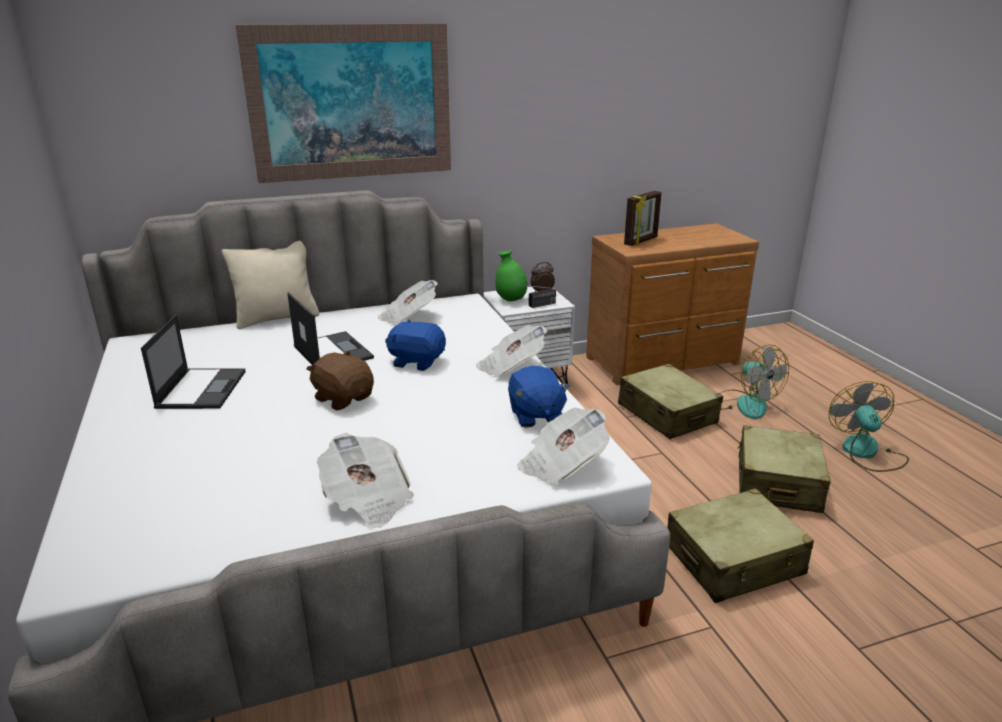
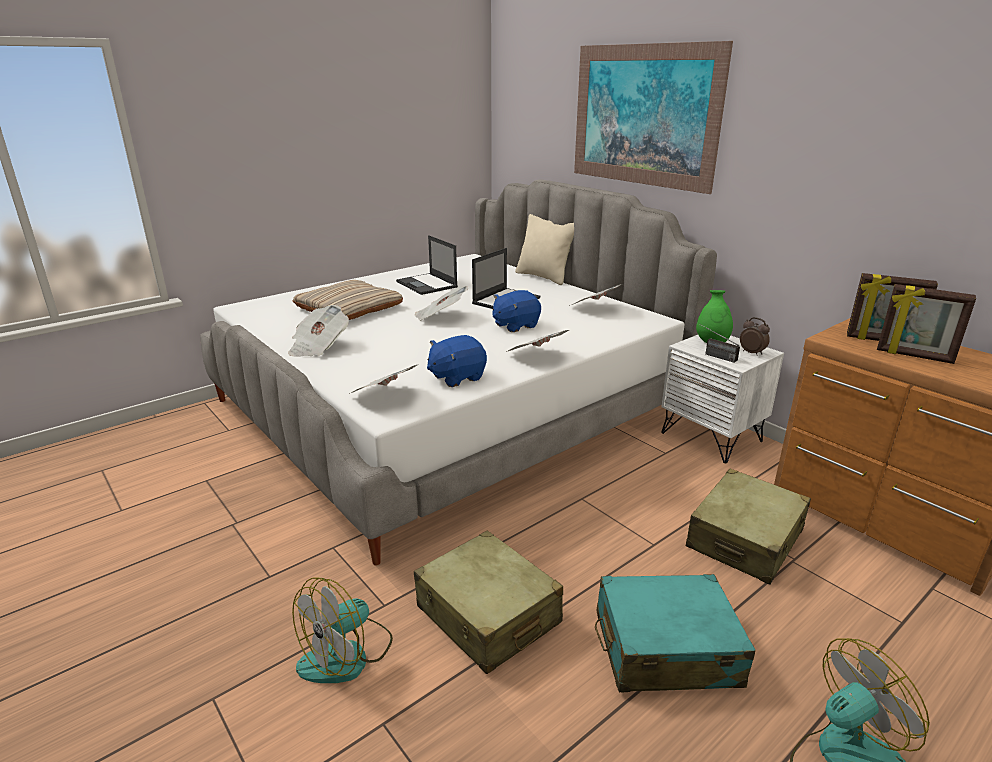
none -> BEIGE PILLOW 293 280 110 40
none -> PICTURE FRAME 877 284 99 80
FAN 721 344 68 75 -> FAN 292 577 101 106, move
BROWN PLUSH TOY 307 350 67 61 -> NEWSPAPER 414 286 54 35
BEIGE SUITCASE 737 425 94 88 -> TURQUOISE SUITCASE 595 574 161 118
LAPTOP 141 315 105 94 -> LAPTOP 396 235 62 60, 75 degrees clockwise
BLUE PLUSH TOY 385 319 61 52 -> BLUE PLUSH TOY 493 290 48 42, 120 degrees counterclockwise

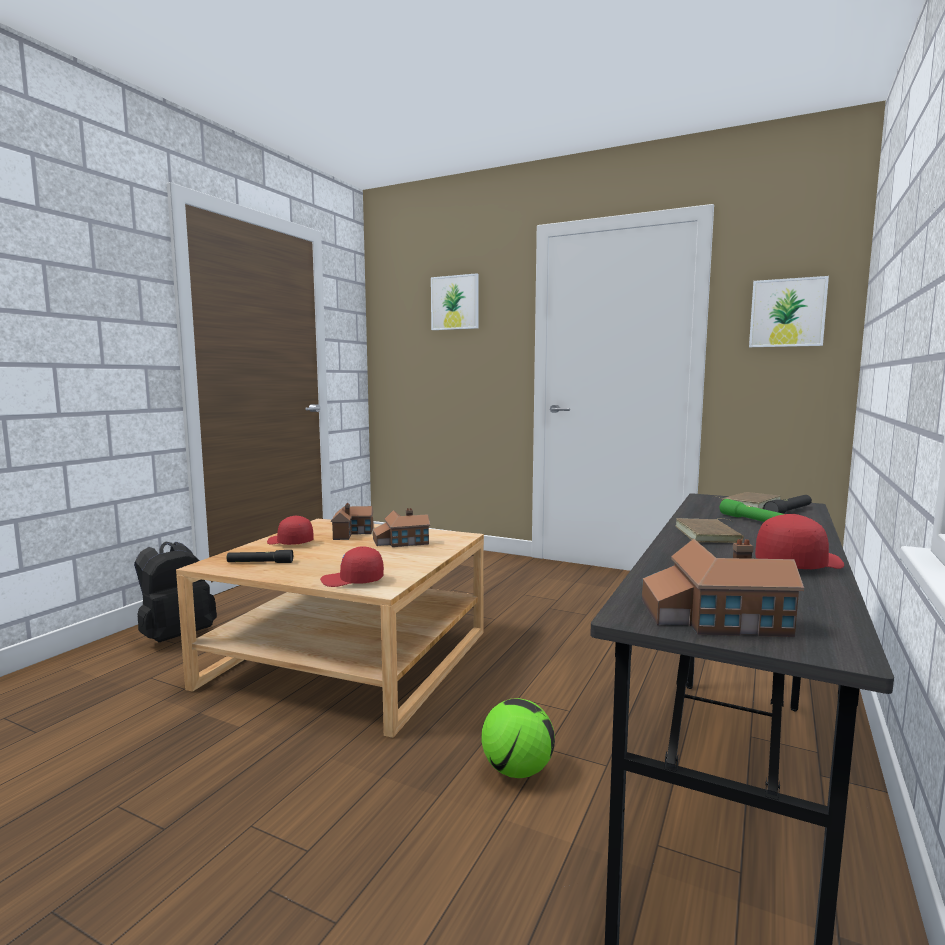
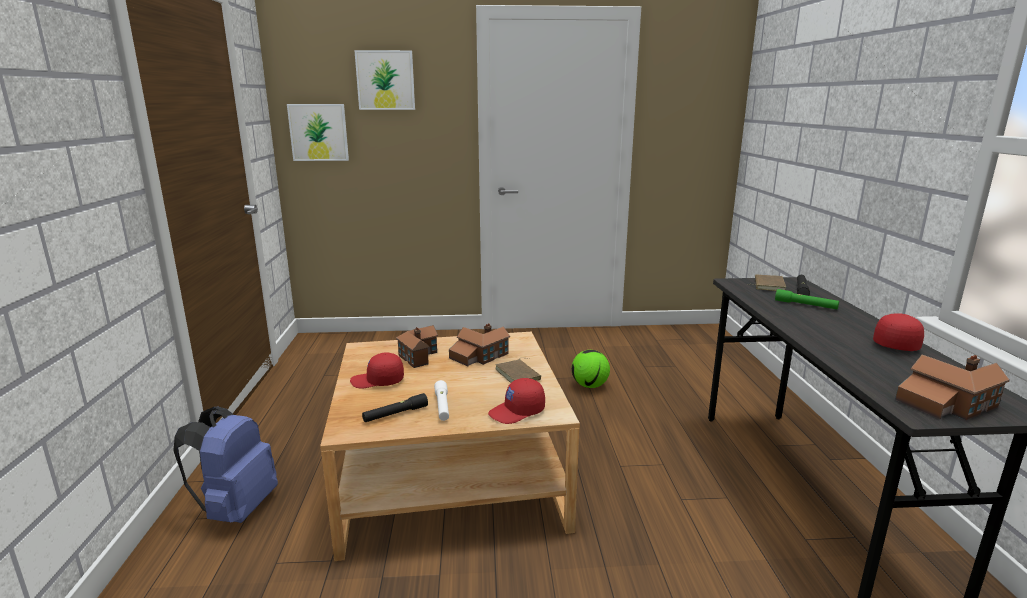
none -> WHITE FLASHLIGHT 434 380 15 41
FOOTBALL 481 698 74 80 -> FOOTBALL 572 350 38 38, move
BROWN BOOK 676 518 68 25 -> BROWN BOOK 495 358 46 25, move
PICTURE 749 276 80 71 -> PICTURE 287 104 62 57, move
BLACK BACKPACK 134 542 83 100 -> BLUE BACKPACK 173 407 105 116

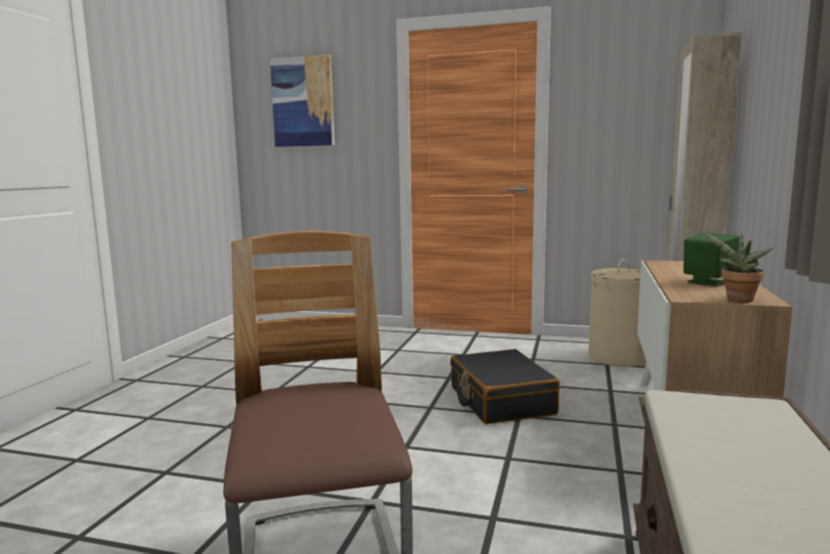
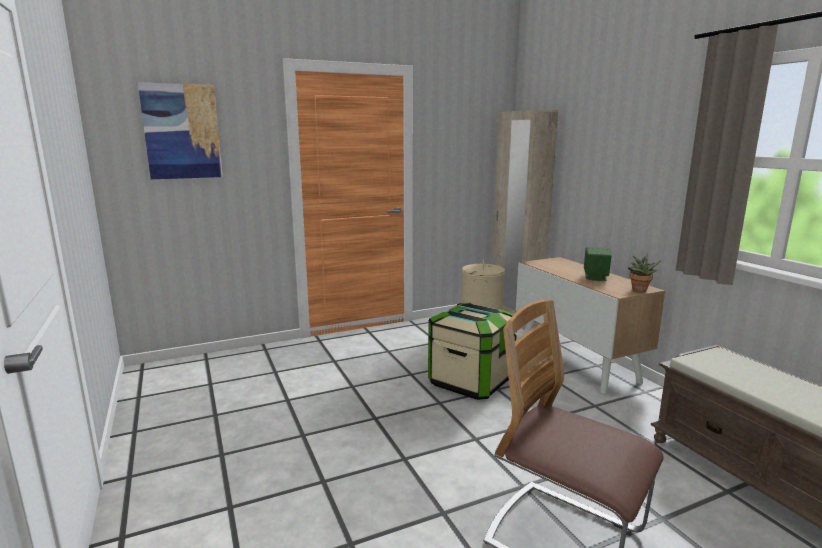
BLACK SUITCASE 450 349 110 75 -> STORAGE BOX 428 303 89 97

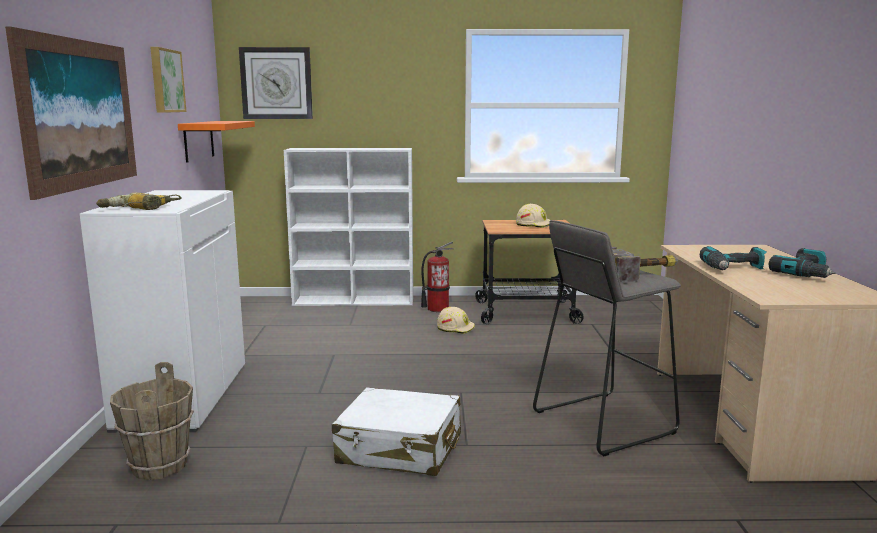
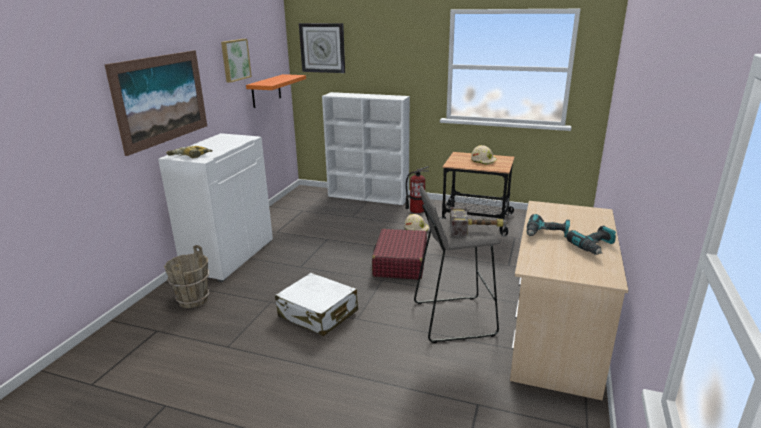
none -> RED SUITCASE 372 229 55 50

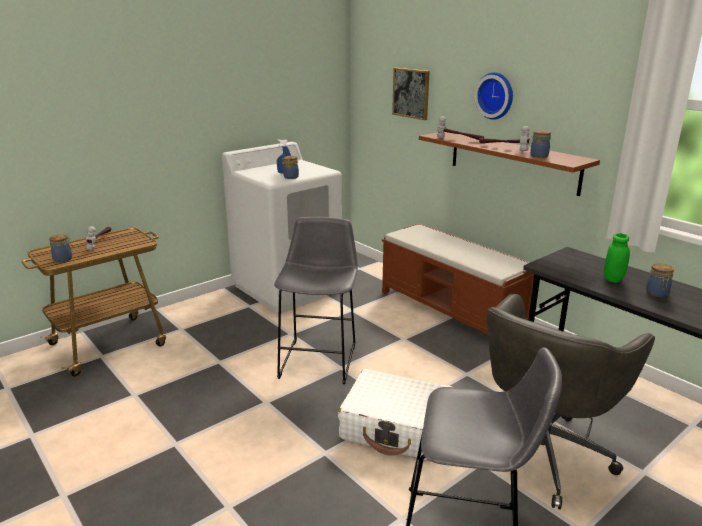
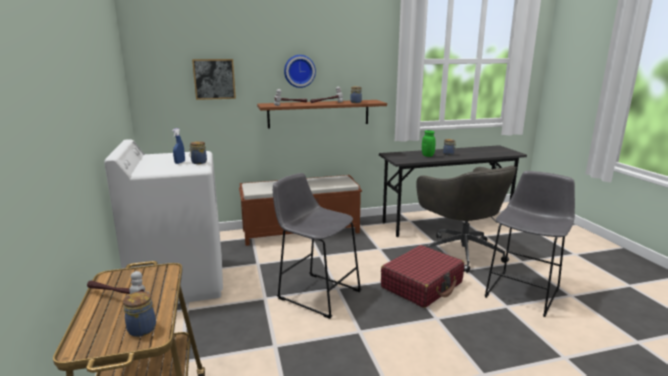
WHITE SUITCASE 338 369 114 93 -> RED SUITCASE 381 245 83 63

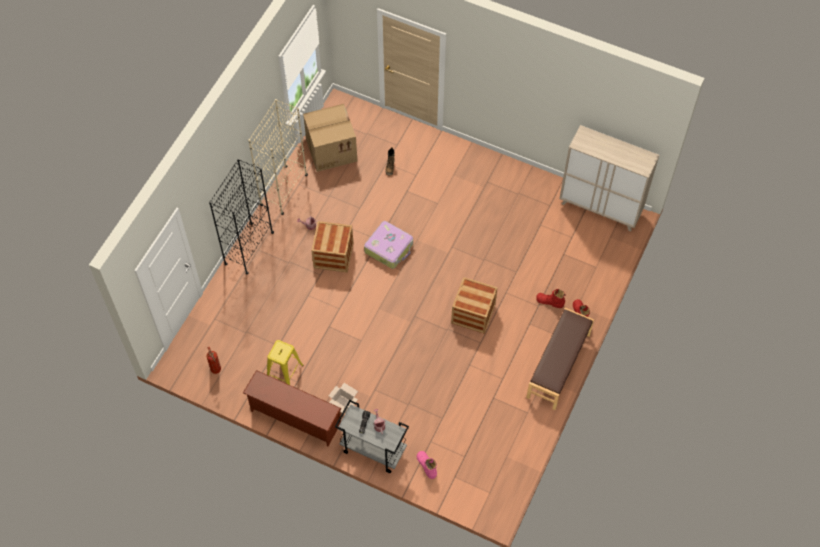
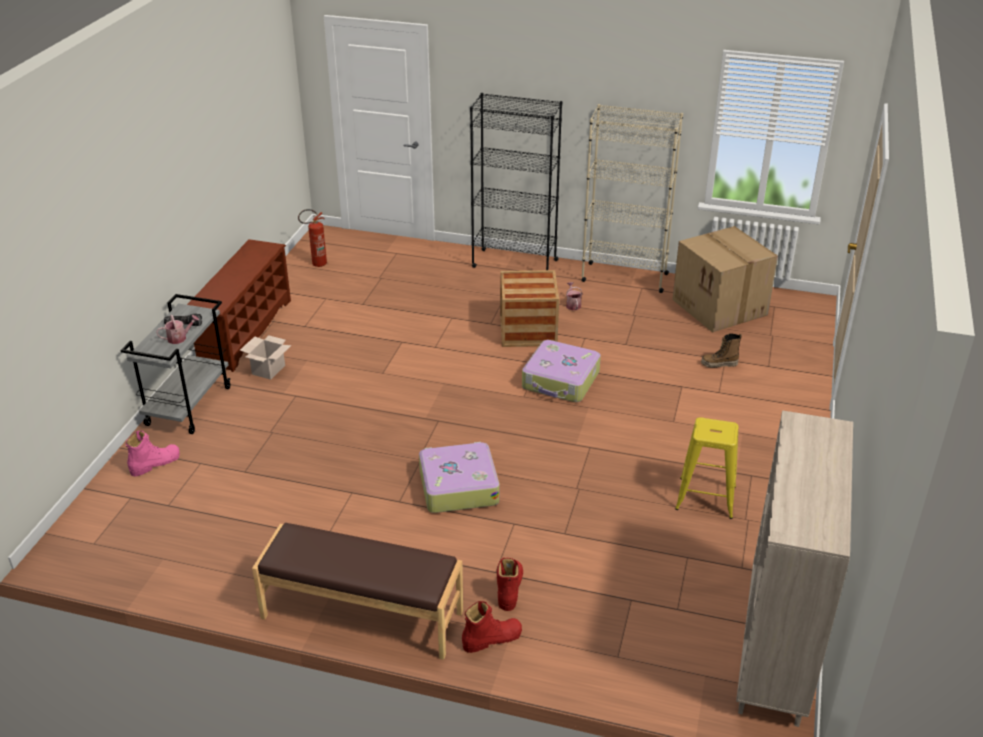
YELLOW STOOL 267 340 37 45 -> YELLOW STOOL 675 417 64 102, move
CRATE 451 277 47 57 -> SUITCASE 419 442 80 71

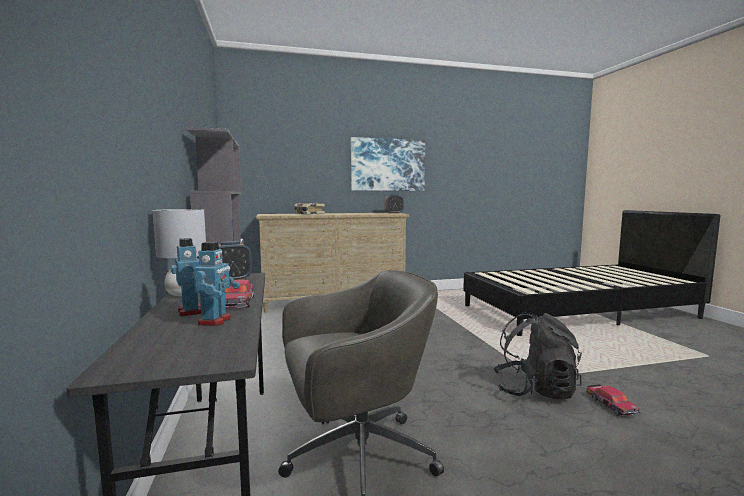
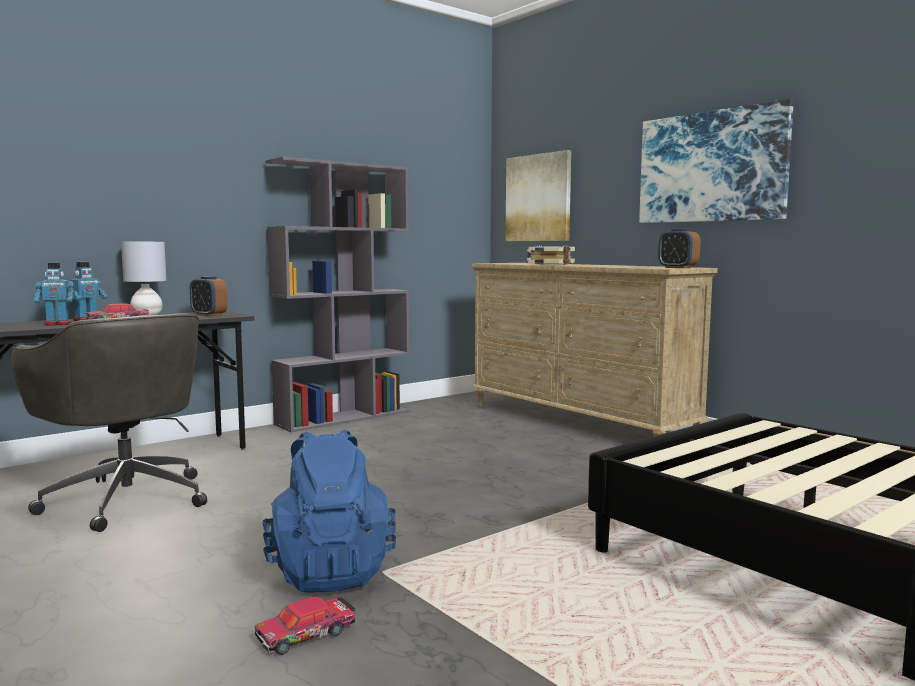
none -> PICTURE 505 150 66 91
BLACK BACKPACK 493 312 89 87 -> BLUE BACKPACK 262 429 134 164

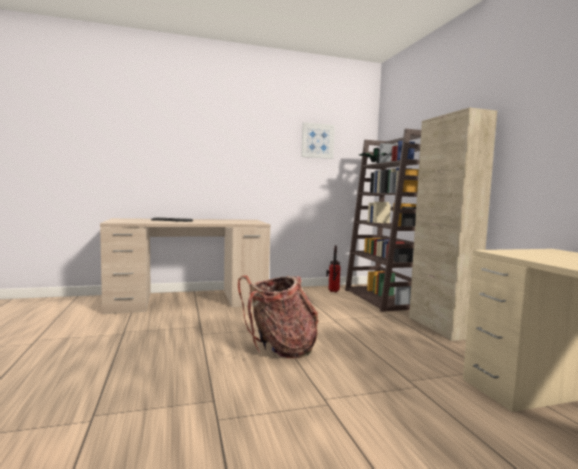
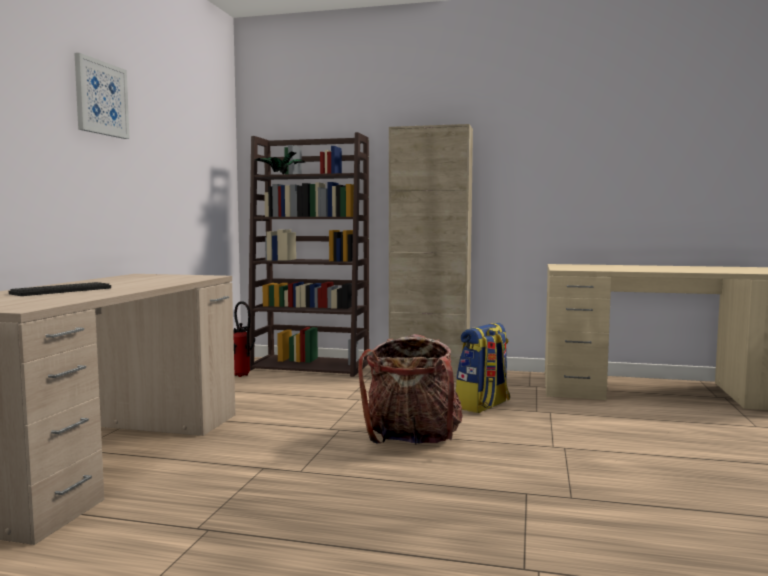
none -> BACKPACK 456 323 54 90
PICTURE 301 122 34 37 -> PICTURE 74 53 56 86, move

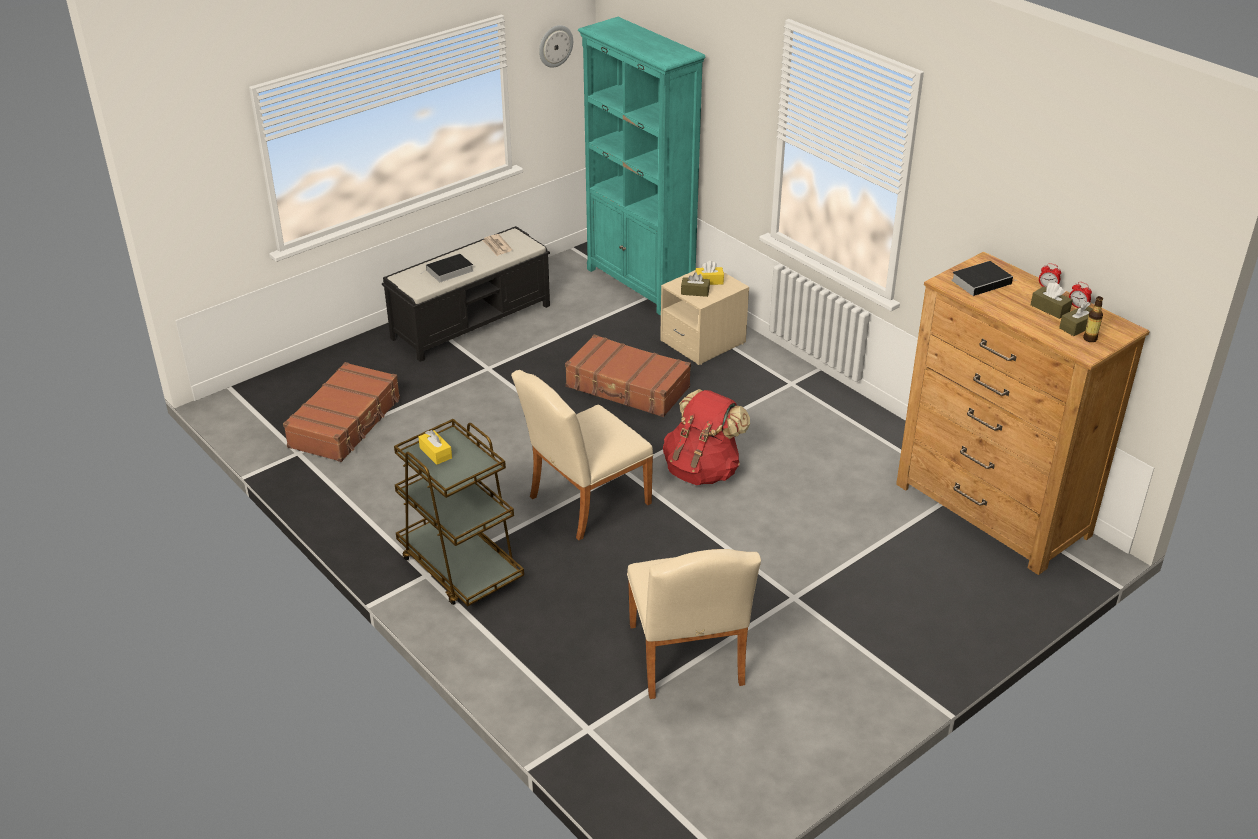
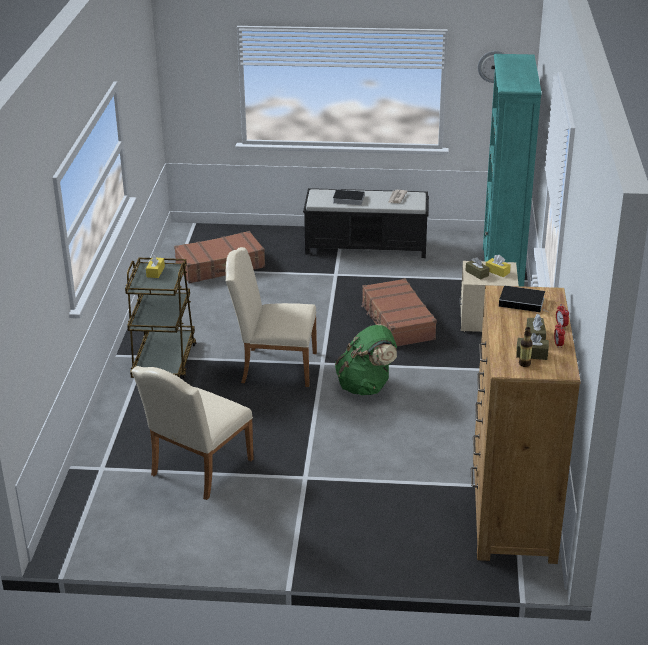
RED BACKPACK 663 389 87 96 -> GREEN BACKPACK 335 324 62 71

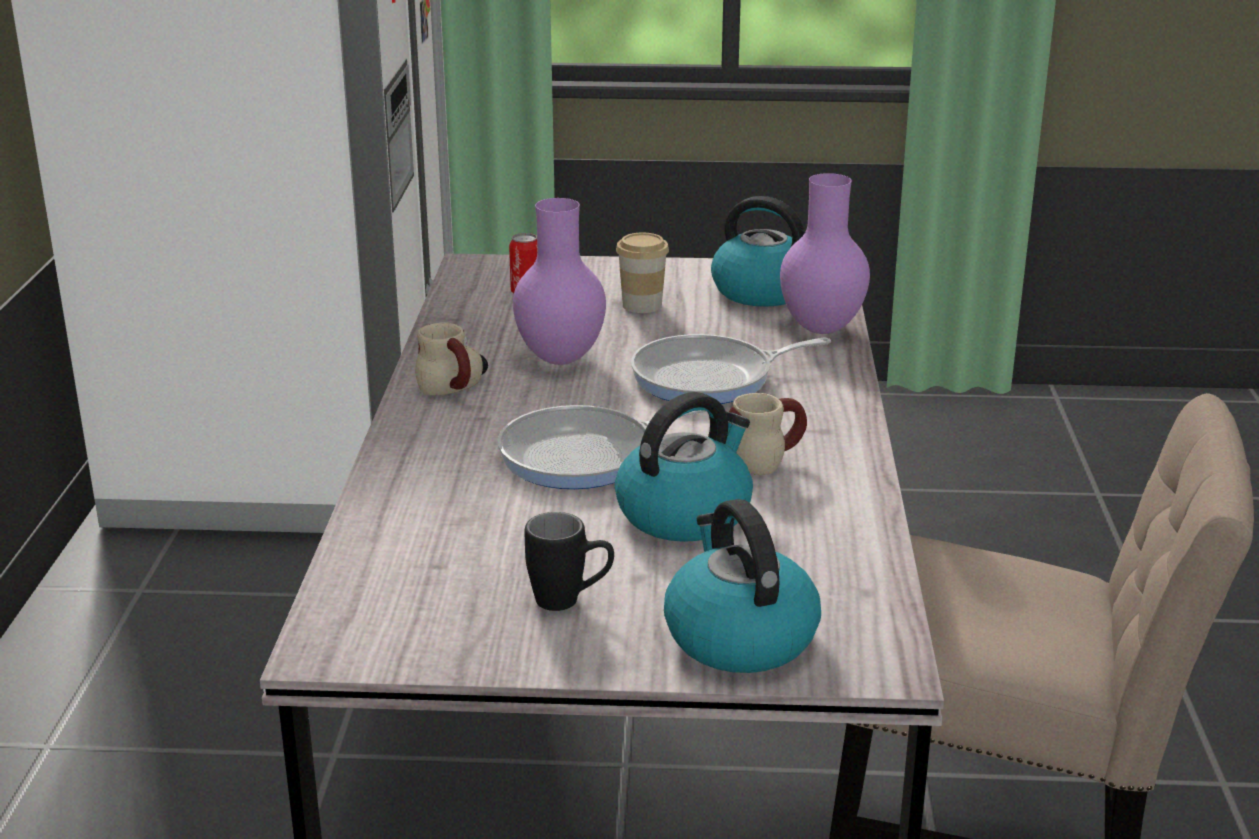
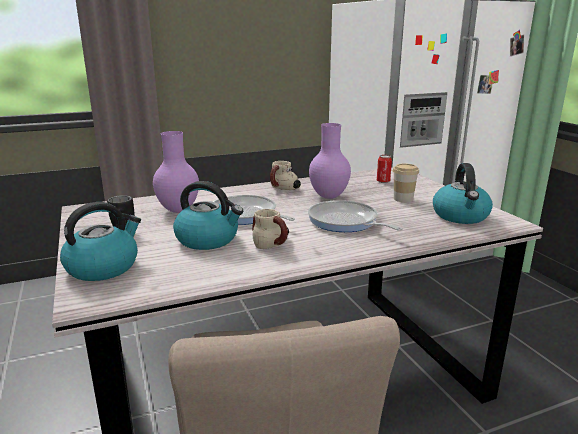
PURPLE VASE 780 173 90 161 -> PURPLE VASE 153 131 46 82, move

